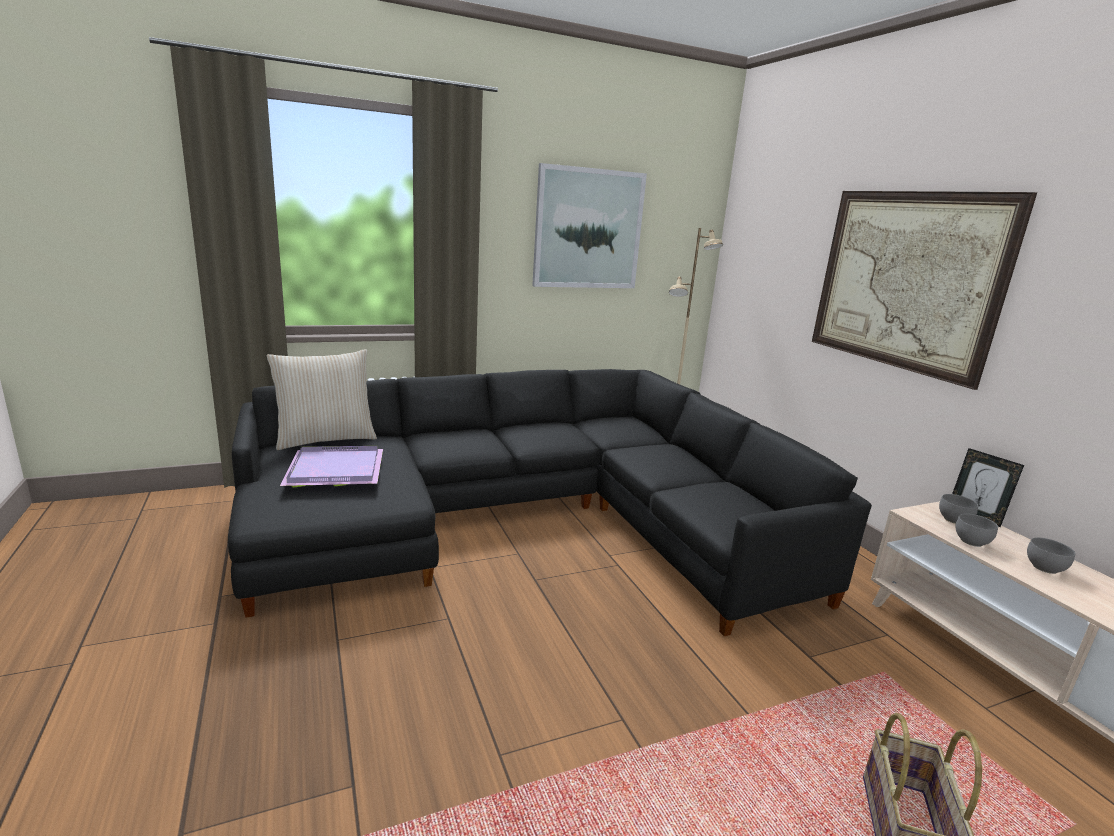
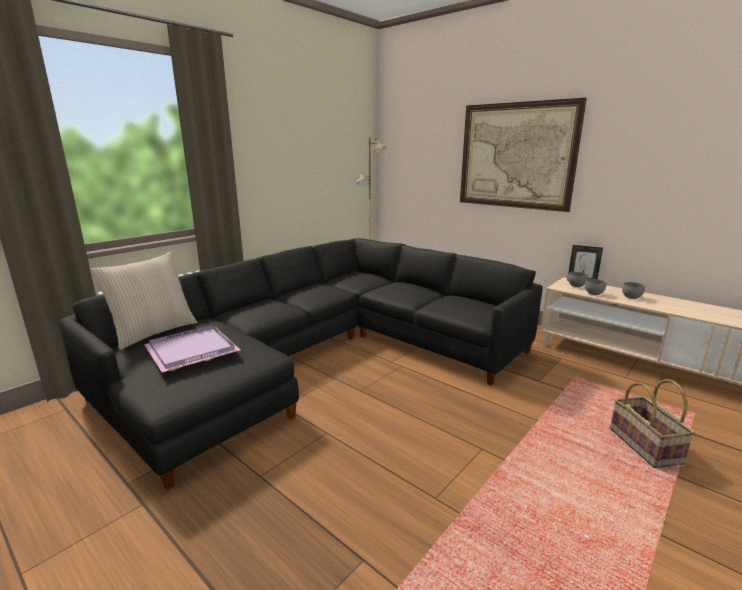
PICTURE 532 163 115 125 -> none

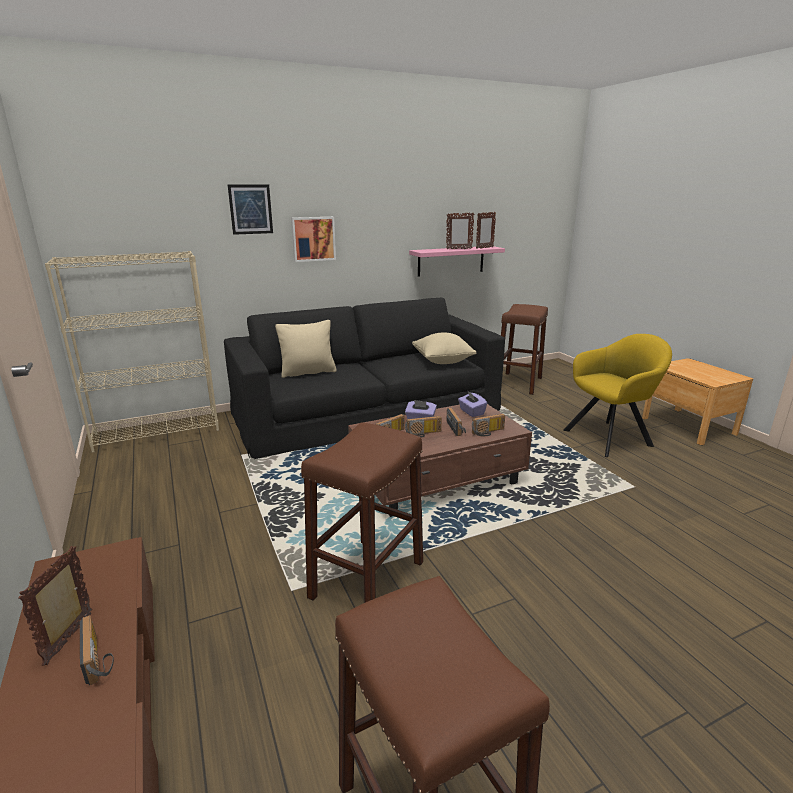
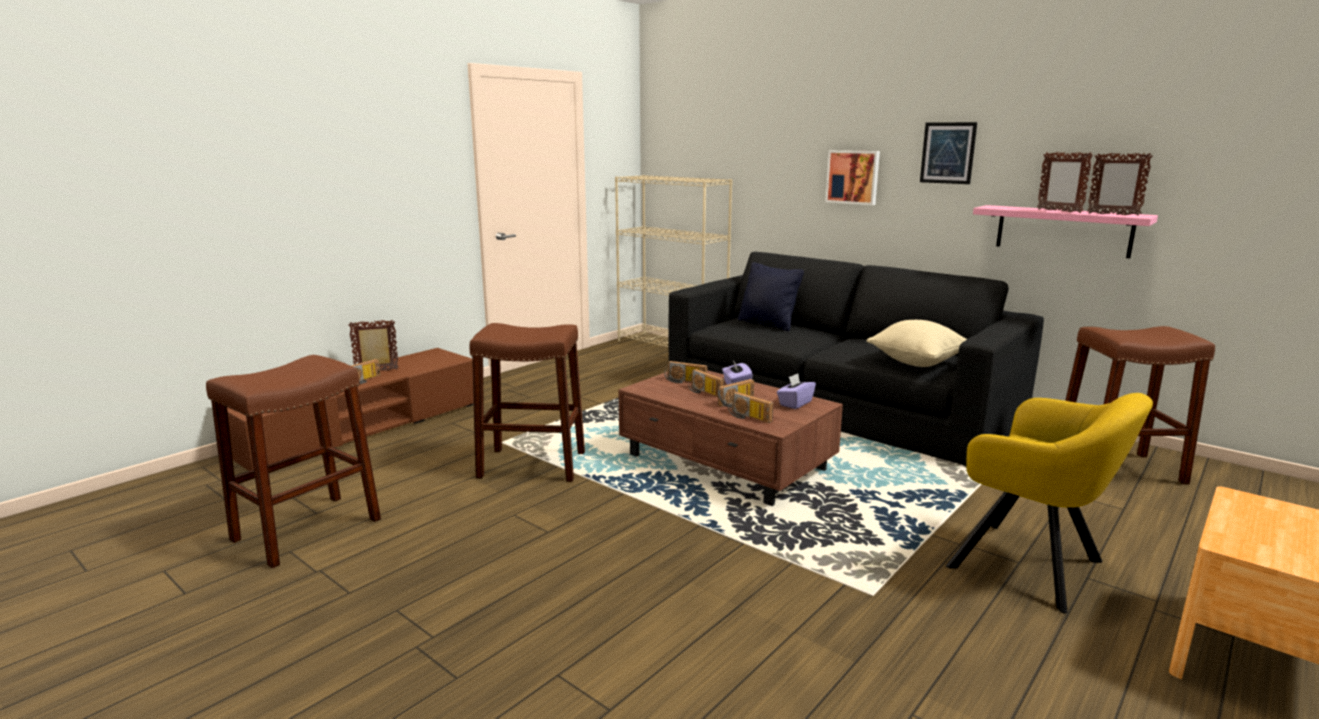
PICTURE 228 185 45 50 -> PICTURE 920 122 57 62, move
BEIGE PILLOW 275 320 62 58 -> BLACK PILLOW 738 262 66 69

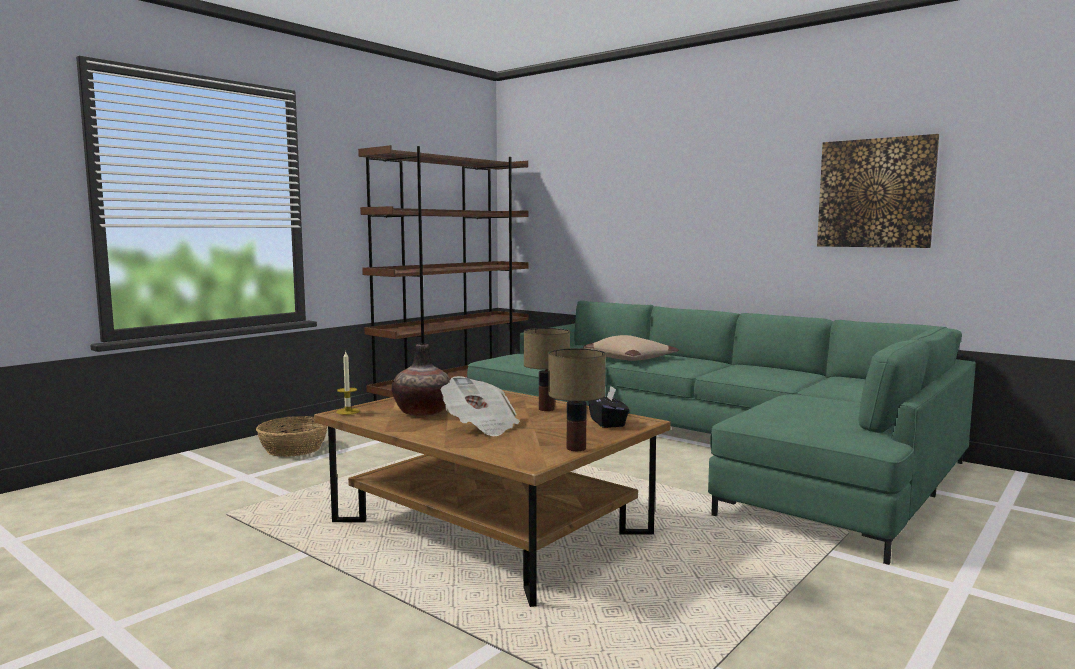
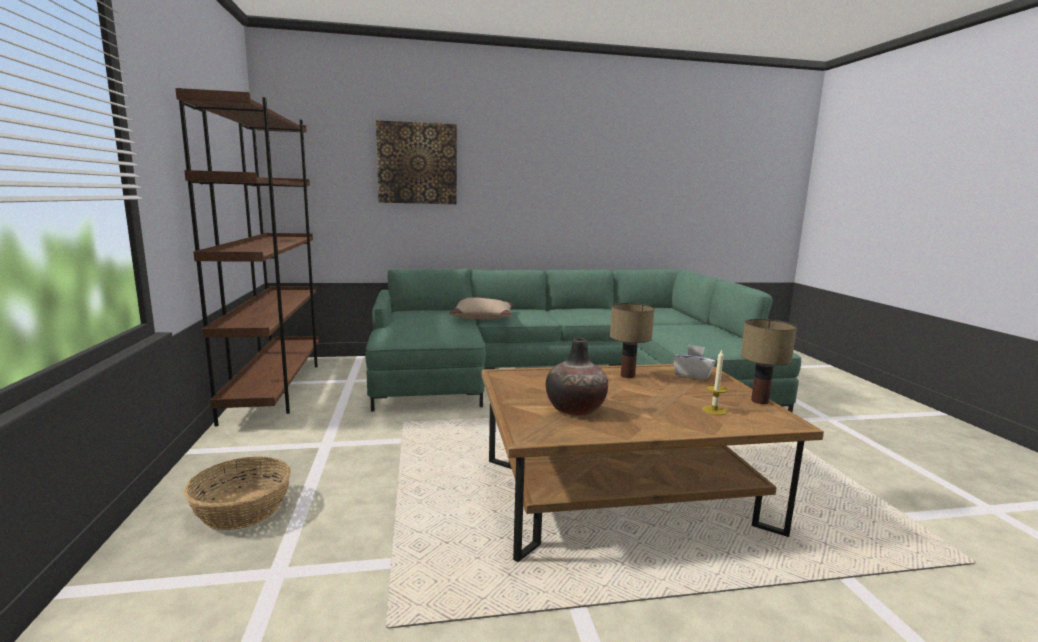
NEWSPAPER 440 376 80 61 -> none
CANDLE 336 352 24 63 -> CANDLE 702 349 26 66, move
PICTURE 817 134 122 114 -> PICTURE 376 120 81 84, move
BLACK TISSUE BOX 588 386 41 42 -> WHITE TISSUE BOX 673 344 42 36

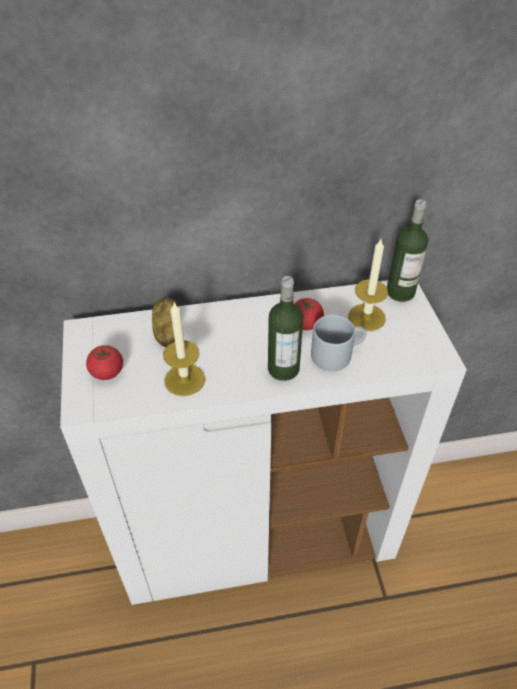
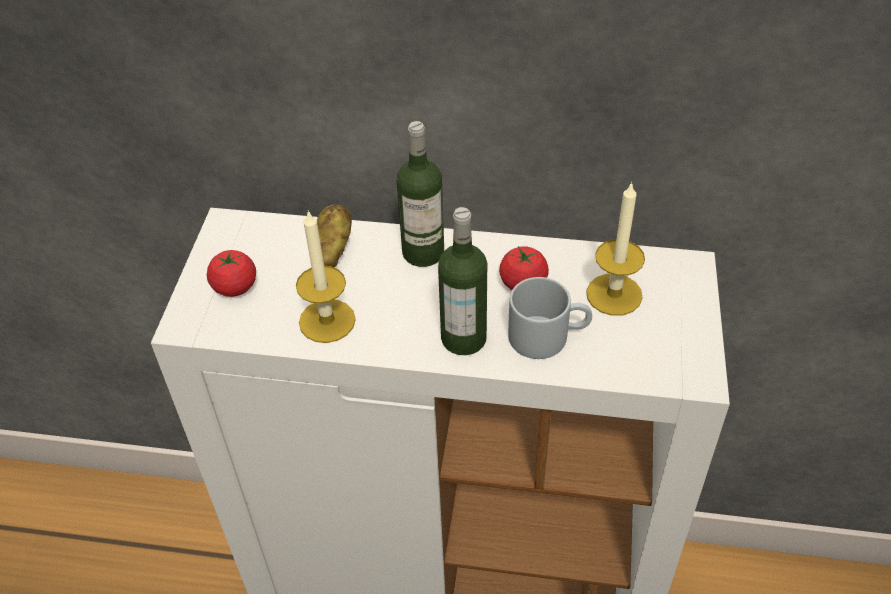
BOTTLE 387 199 41 103 -> BOTTLE 397 121 47 146, move

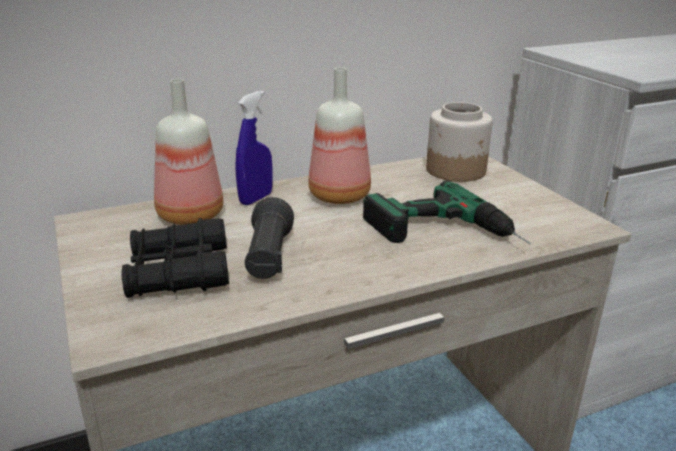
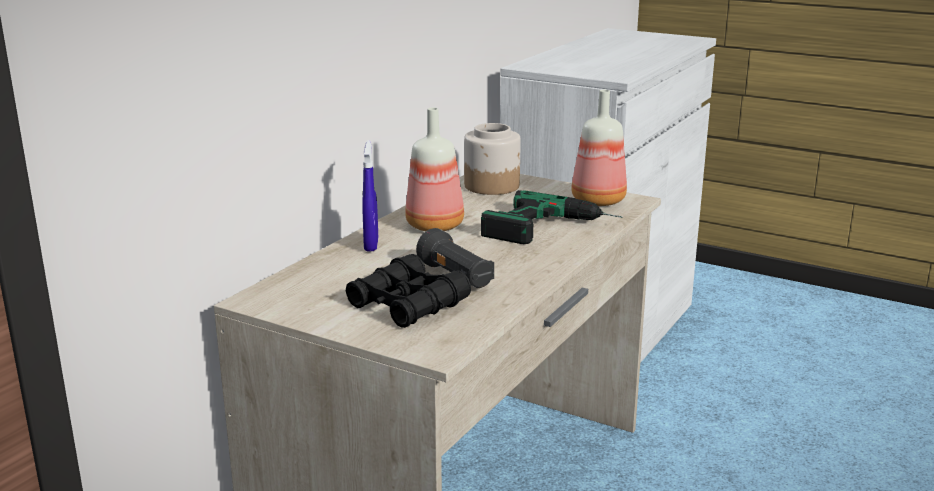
BOTTLE 154 79 69 146 -> BOTTLE 571 90 56 116, move

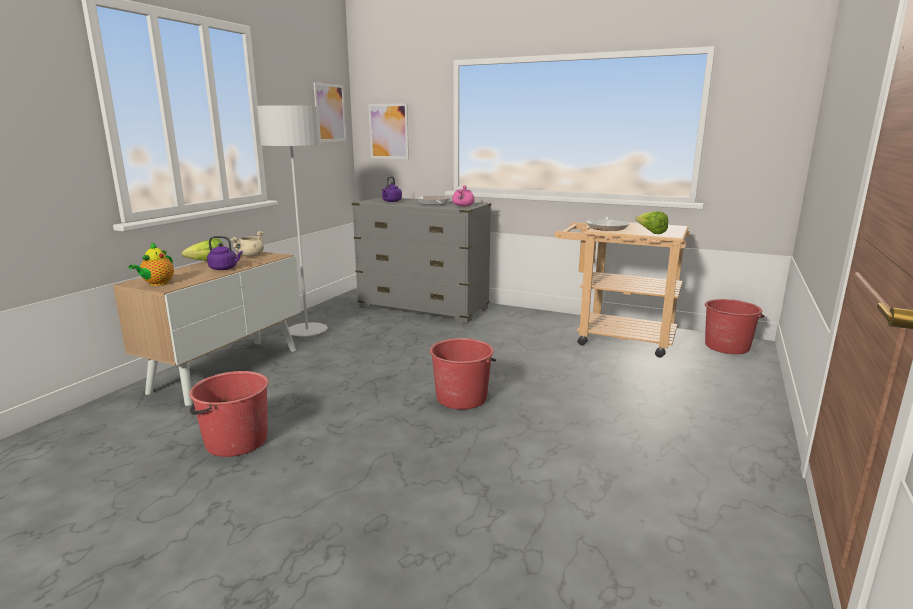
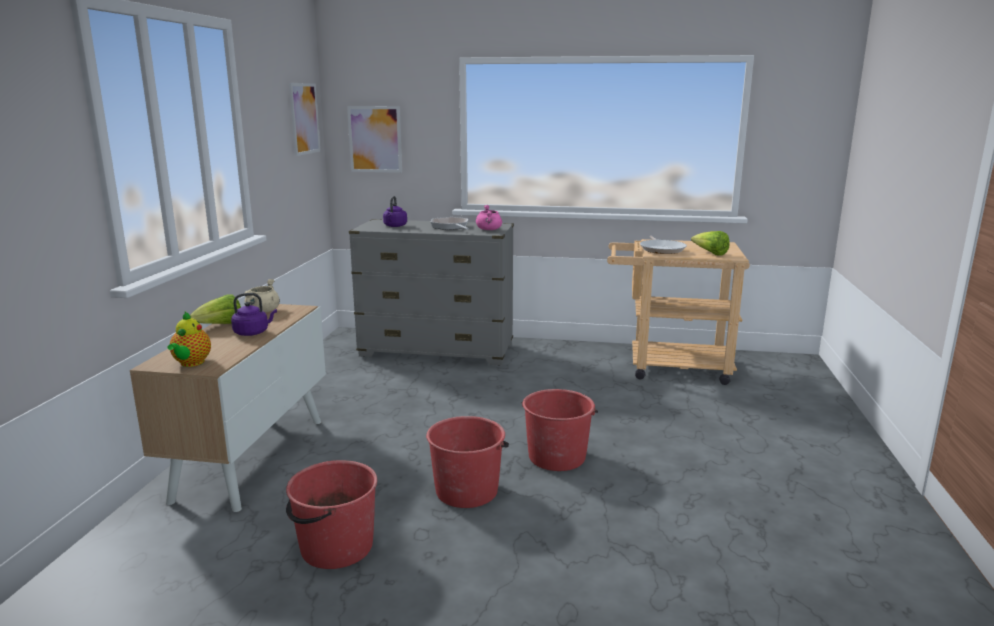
GREY FLOOR LAMP 257 105 71 232 -> none
RED BUCKET 705 299 59 55 -> RED BUCKET 426 416 83 92, move

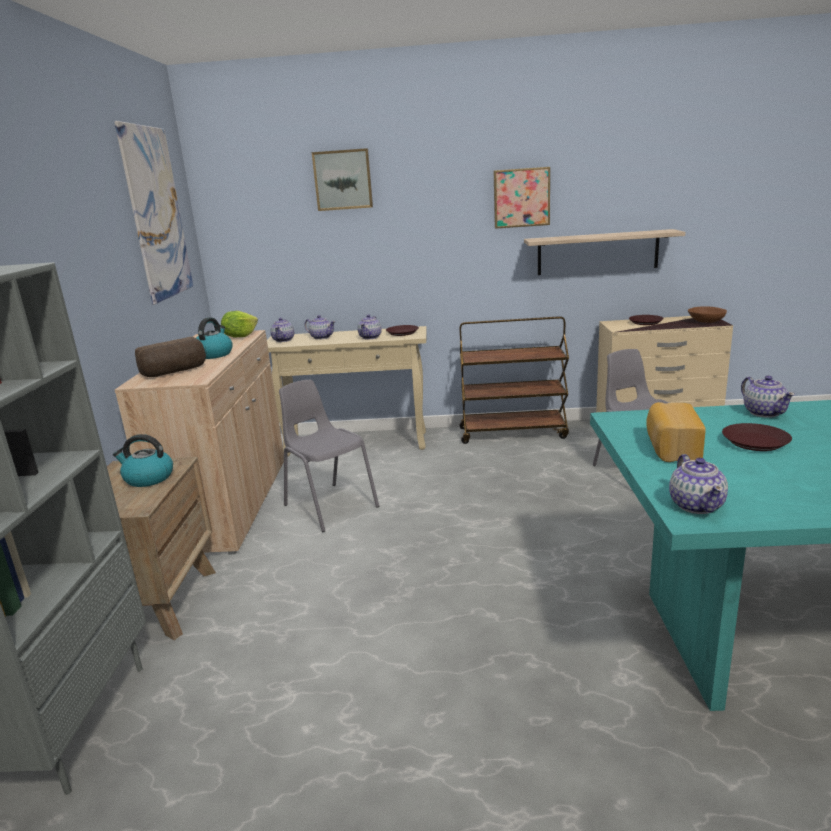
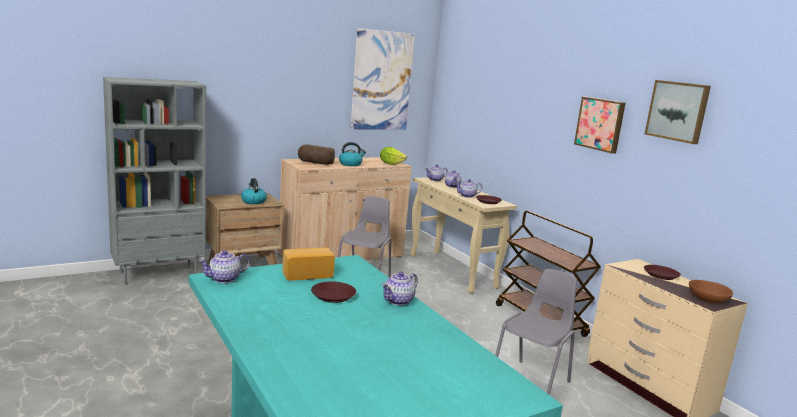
SHELF 524 229 161 46 -> none
PICTURE 312 148 61 63 -> PICTURE 645 80 66 64, move

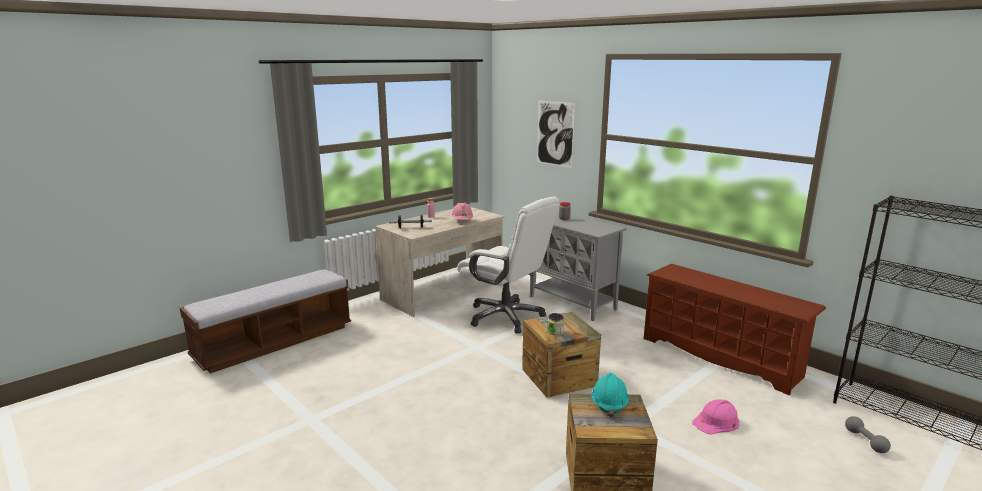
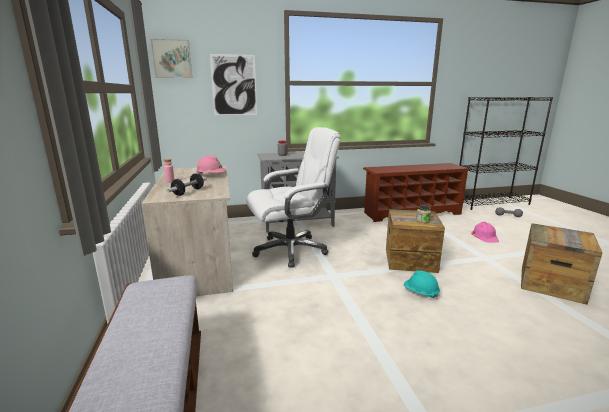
none -> PICTURE 151 39 41 39
TURQUOISE HARD HAT 591 373 38 45 -> TURQUOISE HARD HAT 404 271 36 28, move

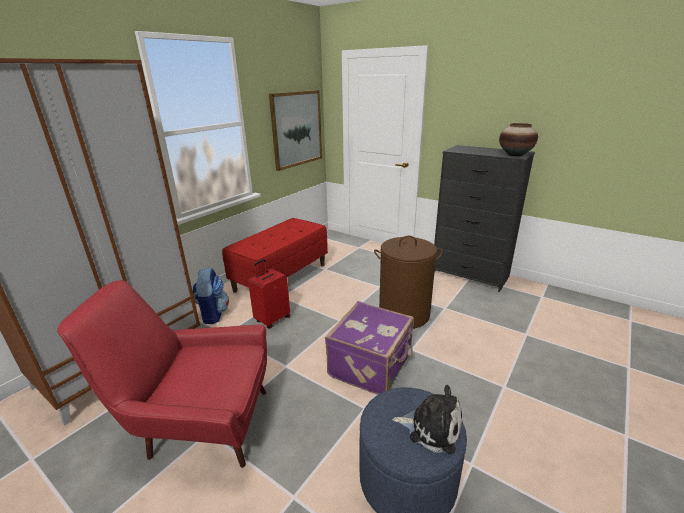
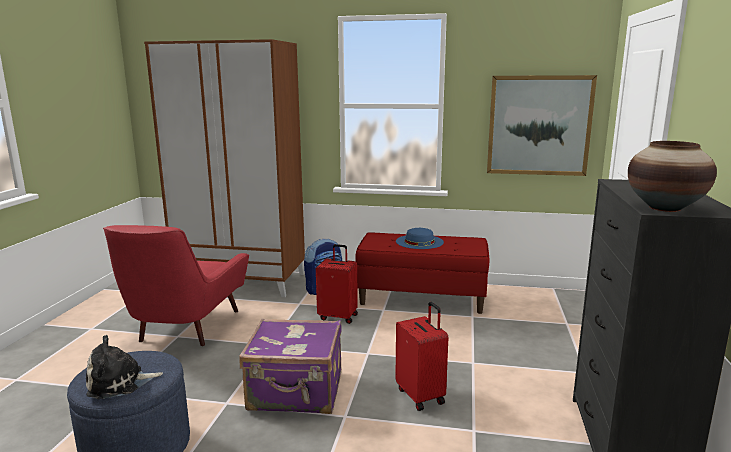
none -> BLUE HAT 396 228 48 21
BROWN LAUNDRY BASKET 374 236 69 93 -> RED SUITCASE 395 302 53 109
RED ARMCHAIR 57 280 210 188 -> RED ARMCHAIR 103 225 146 121, 150 degrees counterclockwise
PLUSH TOY 392 384 70 70 -> PLUSH TOY 86 335 77 64, 75 degrees clockwise

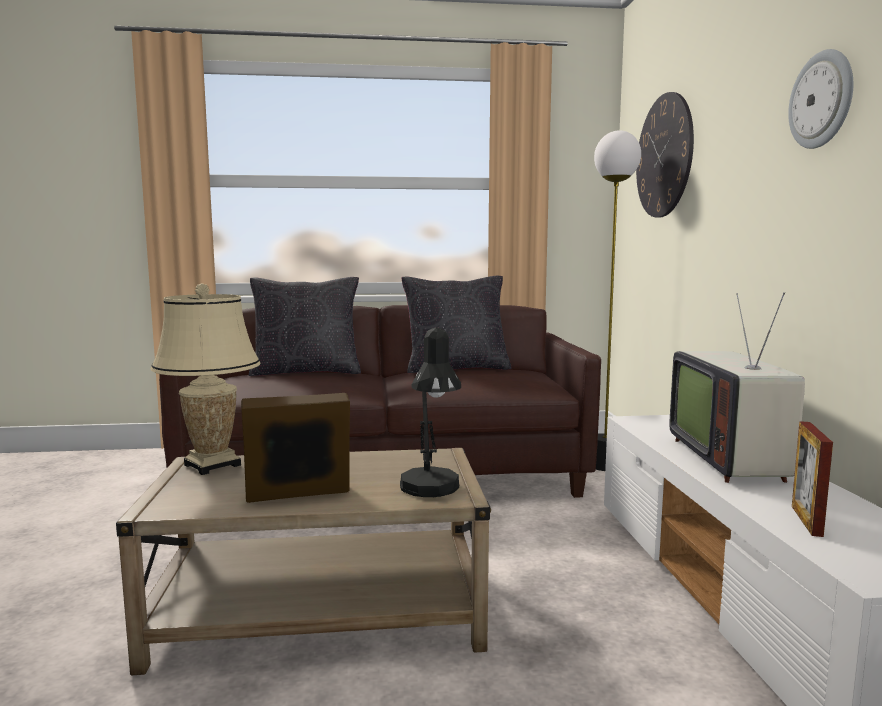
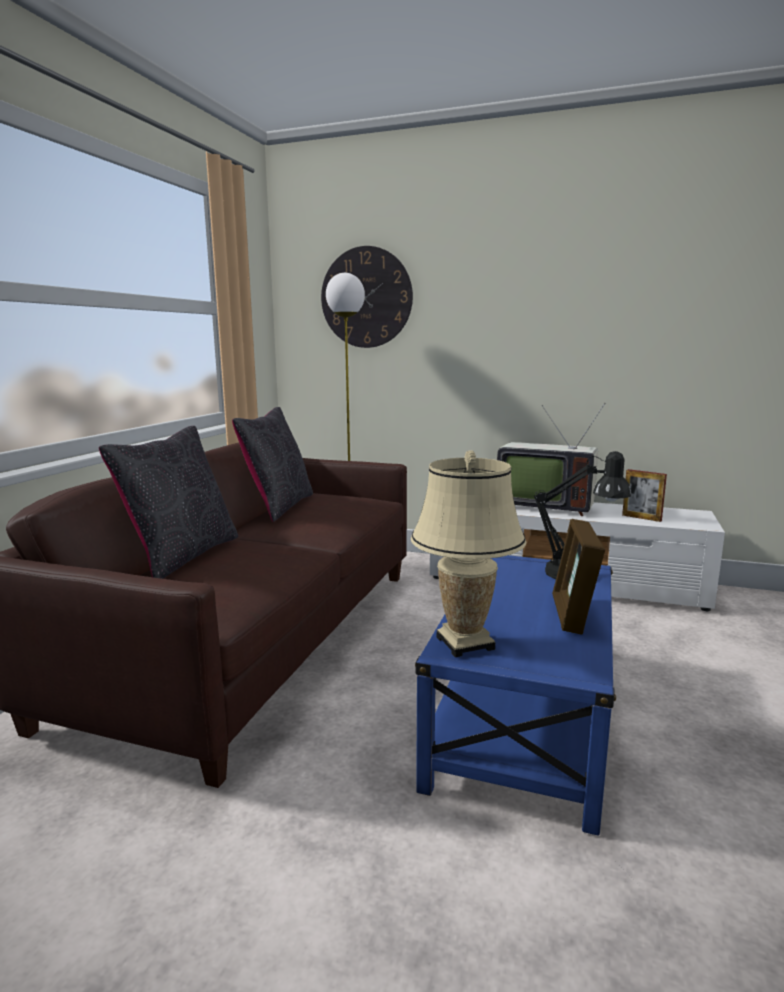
WALL CLOCK 788 49 65 100 -> none
BEIGE COFFEE TABLE 116 448 375 228 -> BLUE COFFEE TABLE 415 555 201 281

